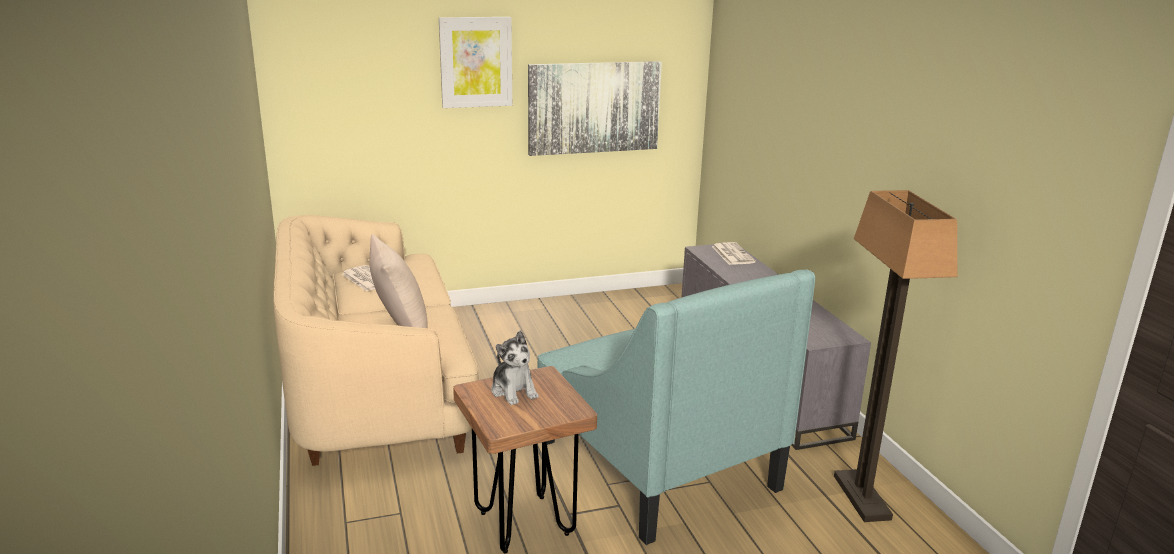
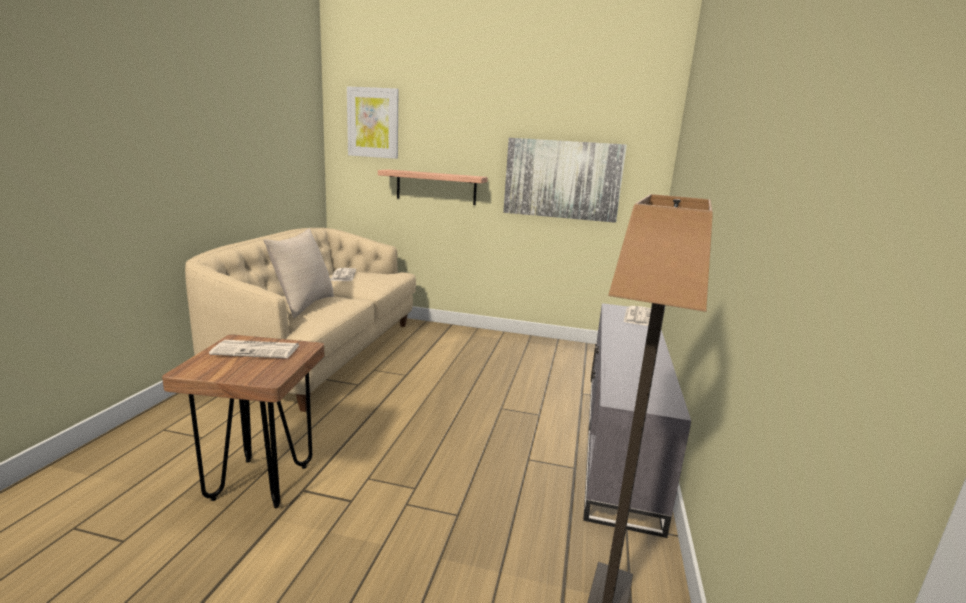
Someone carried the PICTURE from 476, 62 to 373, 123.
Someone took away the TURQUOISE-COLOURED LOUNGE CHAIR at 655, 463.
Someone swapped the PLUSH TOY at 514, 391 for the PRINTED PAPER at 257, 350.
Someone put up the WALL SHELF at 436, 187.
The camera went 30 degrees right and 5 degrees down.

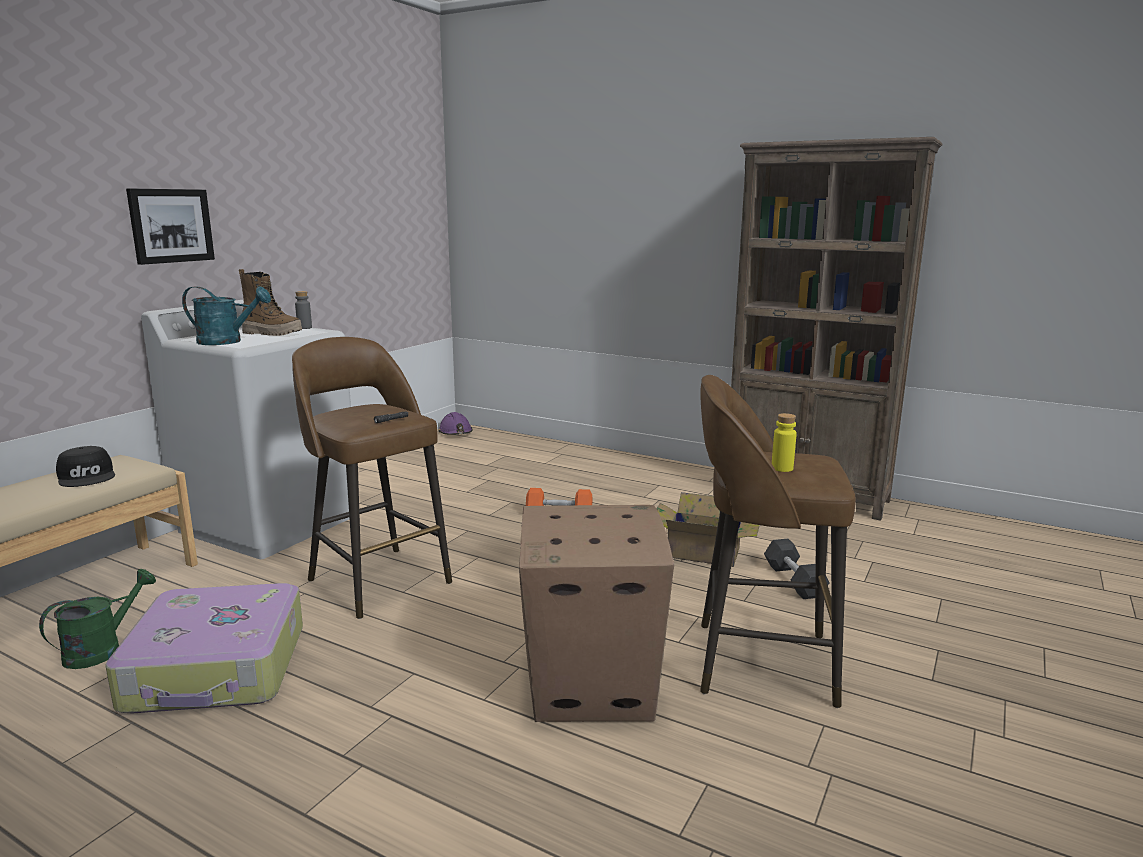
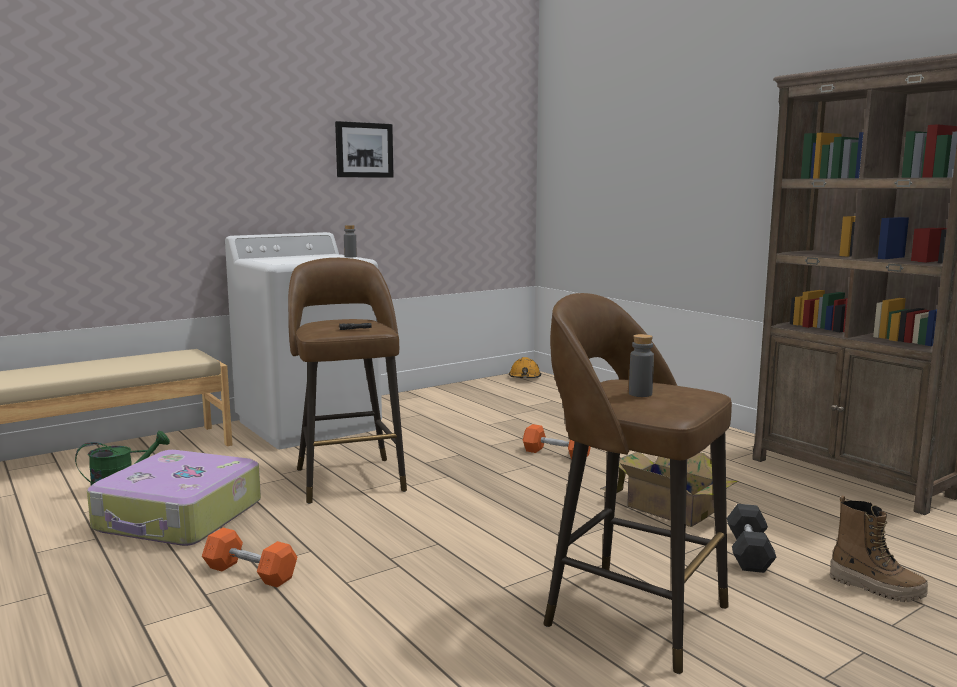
Someone carried the PICTURE from 170, 225 to 364, 150.
Someone carried the BOOT from 272, 334 to 876, 588.
Someone took away the TURQUOISE-COLOURED WATERING POT at 227, 342.
Someone repainted the PURPLISH SAFETY HELMET at 456, 433, which became the ORANGE-COLOURED SAFETY HELMET at 525, 377.
Someone repainted the YELLOWISH DRINK BOTTLE at 782, 468, which became the GREYISH DRINK BOTTLE at 640, 394.
Someone took away the BLACK PEAKED CAP at 87, 476.
Someone took away the PACKING BOX at 588, 685.
Someone put down the ORANGE-COLOURED FREE WEIGHT at 250, 573.
The camera went 25 degrees right and 5 degrees down.

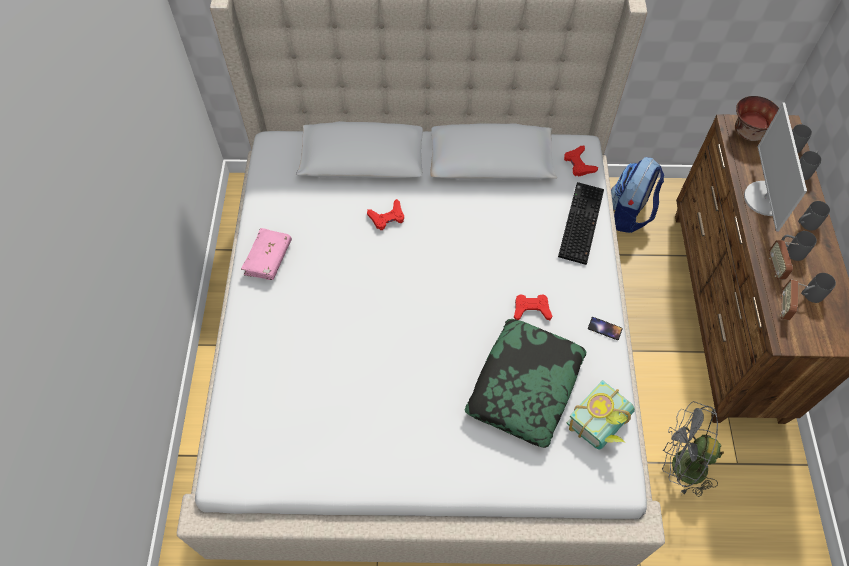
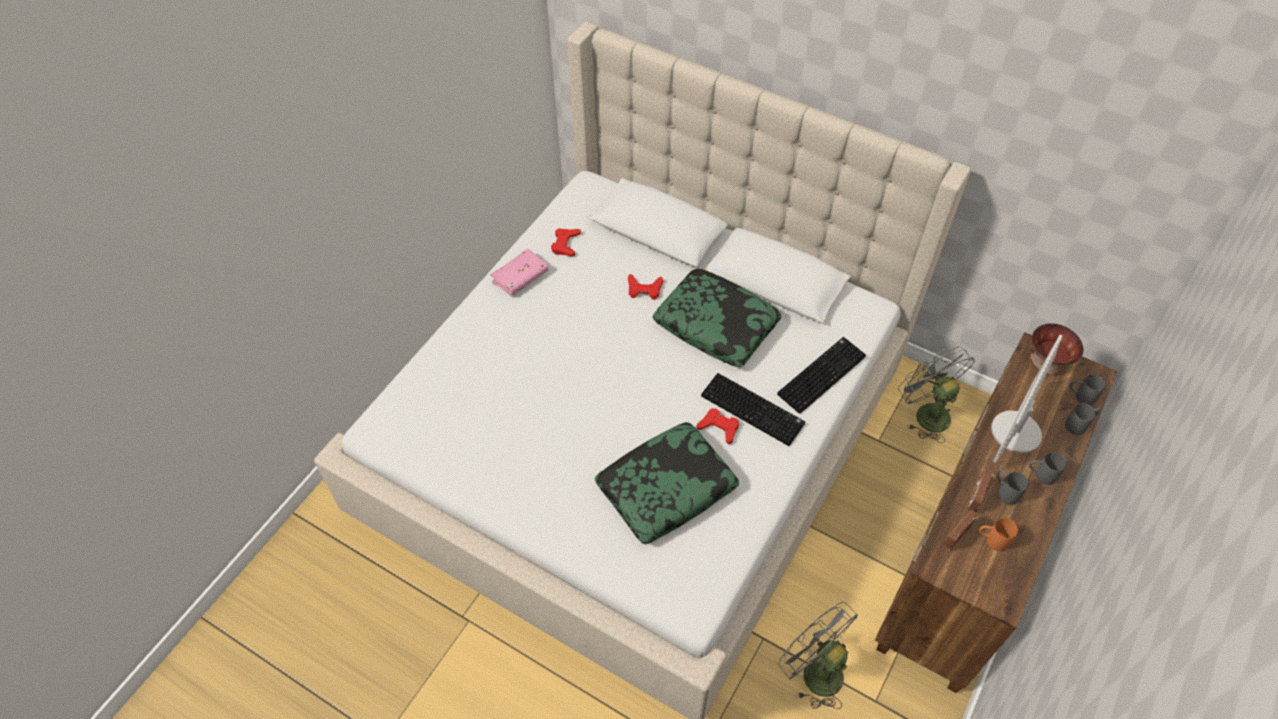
Someone carried the REDDISH GAME CONTROLLER from 579, 164 to 565, 244.
Someone swapped the BACKPACK at 629, 214 for the GREYISH ELECTRIC FAN at 926, 412.
Someone repainted the GREYISH COFFEE MUG at 809, 295, which became the ORANGE-COLOURED COFFEE MUG at 991, 540.
Someone took away the TELEPHONE at 605, 328.
Someone took away the VOLUME at 603, 425.
Someone put down the PILLOW at 716, 324.
Someone put down the PC KEYBOARD at 754, 409.
The camera went 30 degrees right and 5 degrees down.

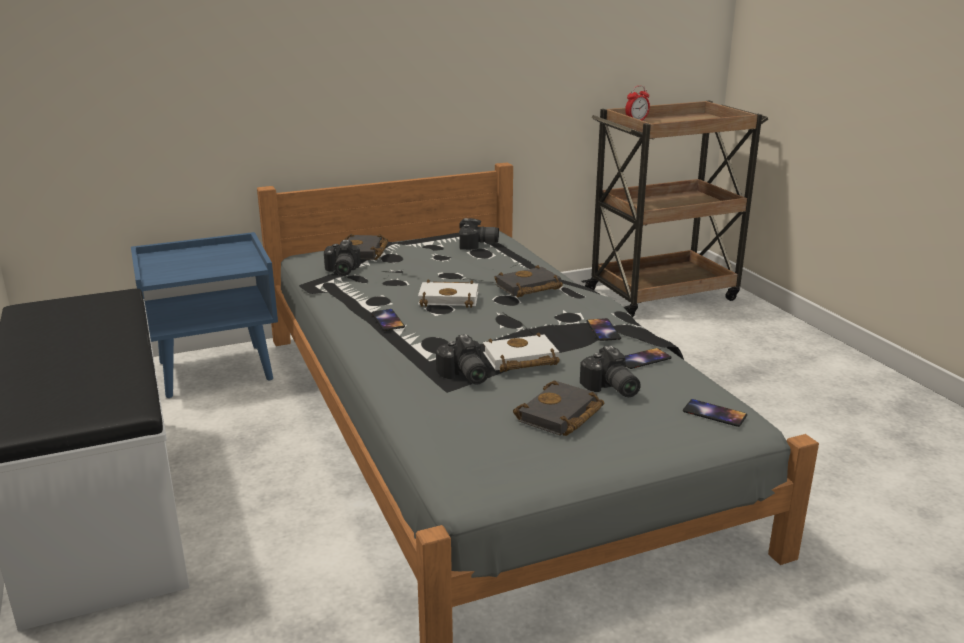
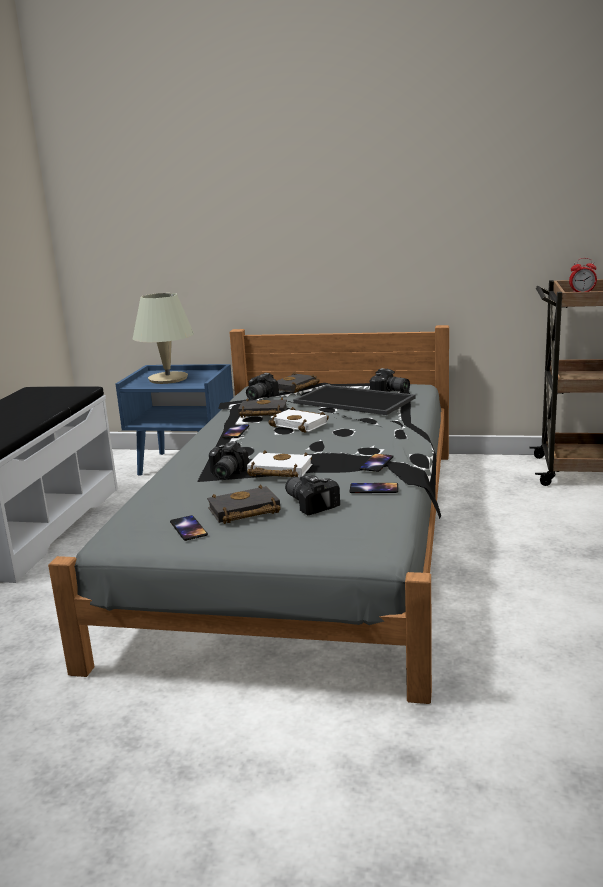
Someone carried the BLACK VOLUME from 527, 288 to 261, 413.
Someone rotated the PHOTO CAMERA at 610, 389 by 135 degrees clockwise.
Someone carried the TELEPHONE from 714, 413 to 188, 528.
Someone put down the SAND-COLOURED TABLETOP LAMP at 168, 379.
Someone put down the SERVING TRAY at 356, 400.
The camera went 35 degrees right and 5 degrees down.

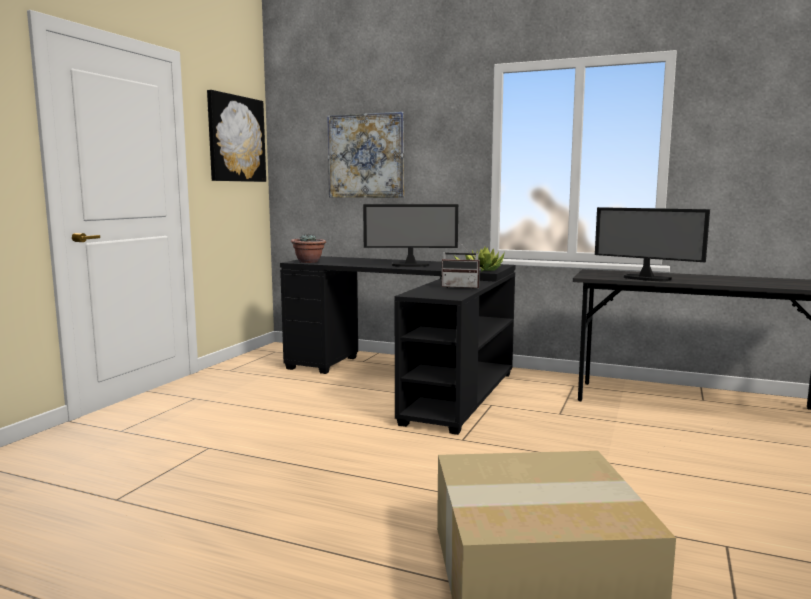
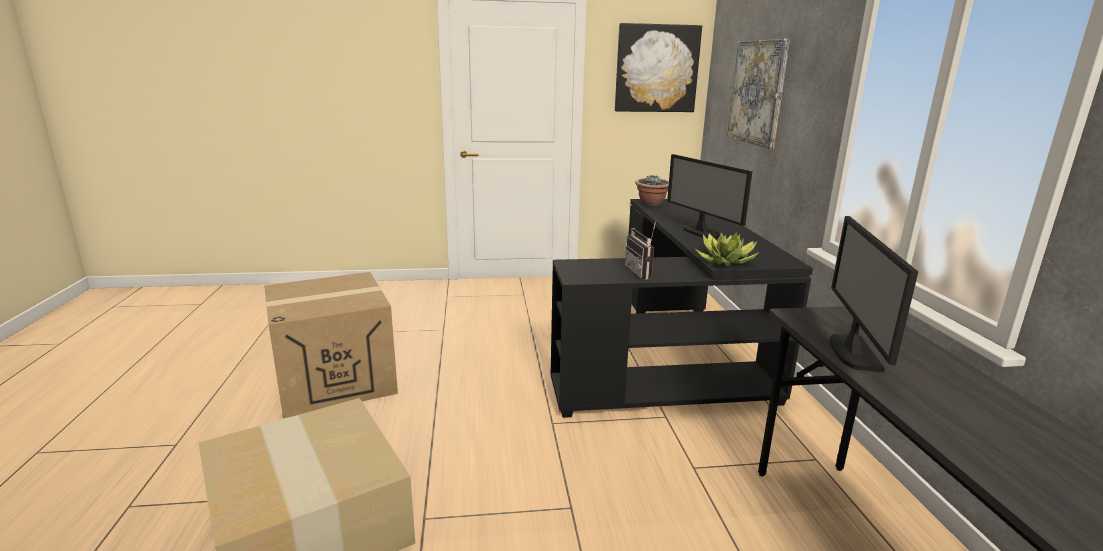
Someone put down the PACKING BOX at 335, 380.
The camera went 60 degrees right and 10 degrees up.

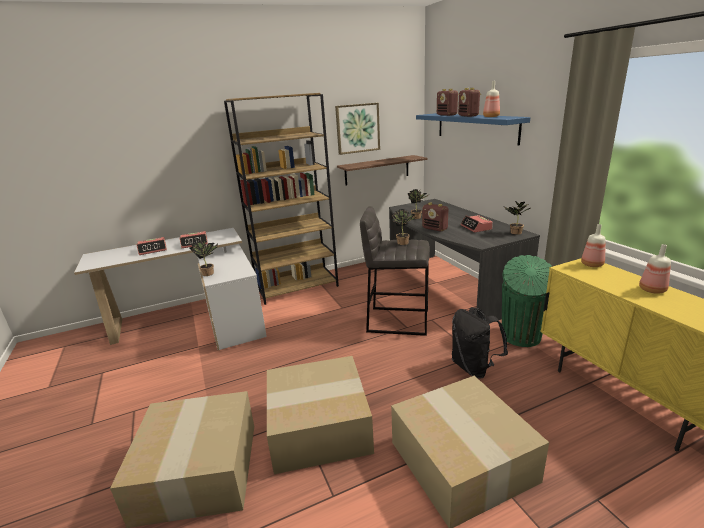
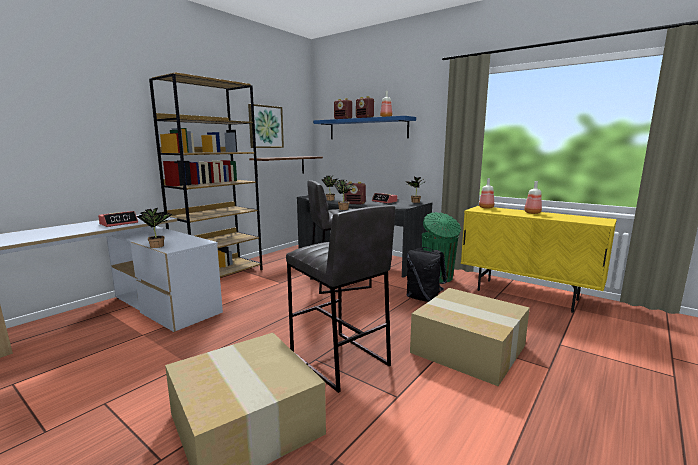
Someone took away the TABLE CLOCK at 153, 250.
Someone swapped the PACKING BOX at 317, 428 for the GREYISH STOOL SEAT at 339, 360.
The camera went 30 degrees left and 10 degrees down.

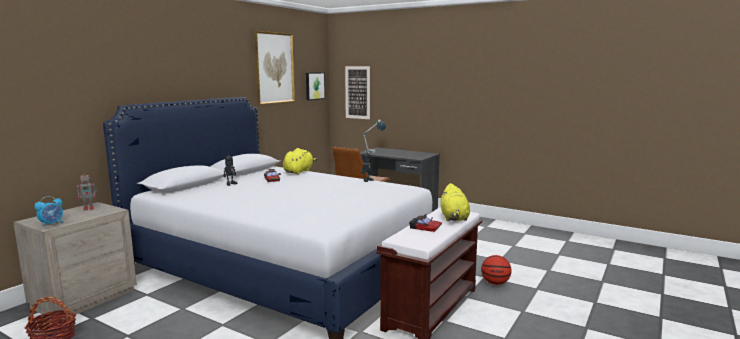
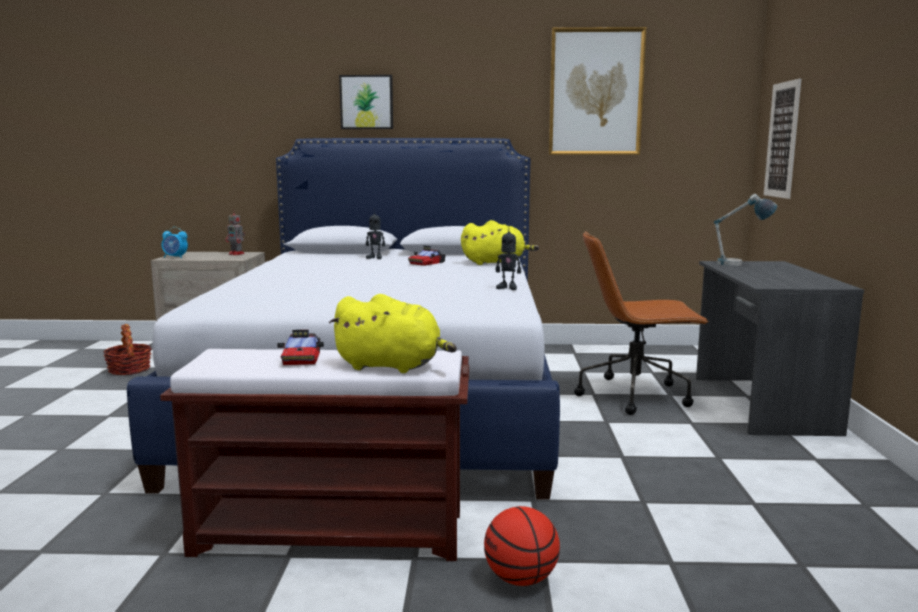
Someone carried the PICTURE from 314, 86 to 367, 102.
Someone rotated the YELLOWISH PLUSH TOY at 454, 218 by 135 degrees counterclockwise.
The camera went 60 degrees right and 0 degrees up.

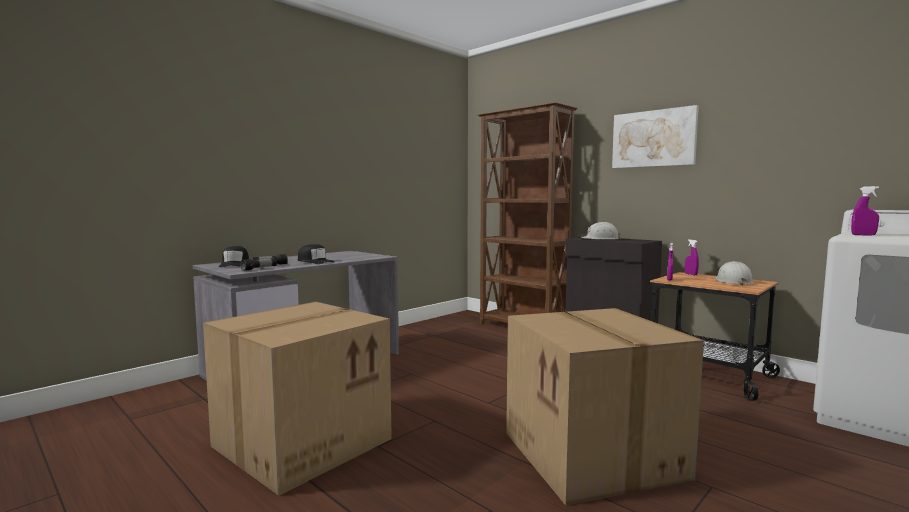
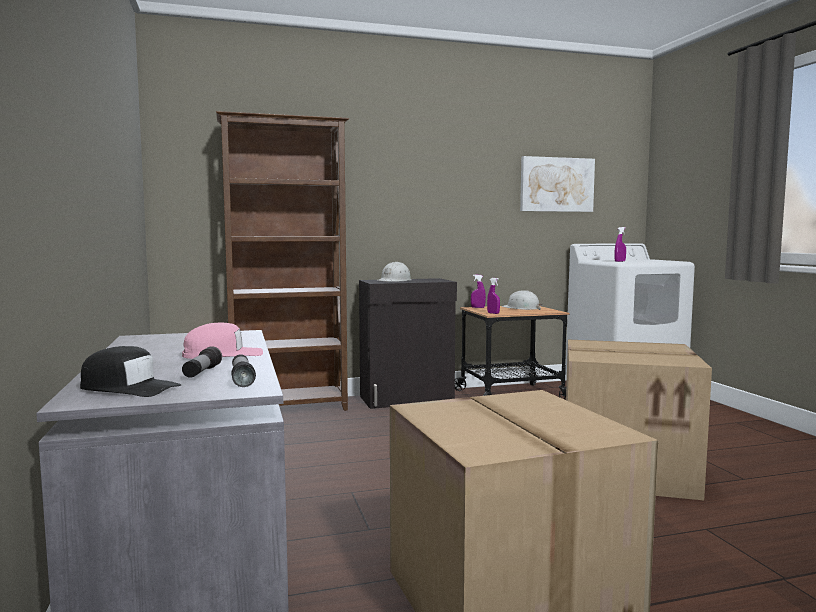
Someone carried the PICTURE from 653, 139 to 556, 184.
Someone repainted the BLACK PEAKED CAP at 315, 261, which became the PINKISH PEAKED CAP at 223, 355.
The camera went 60 degrees left and 0 degrees up.

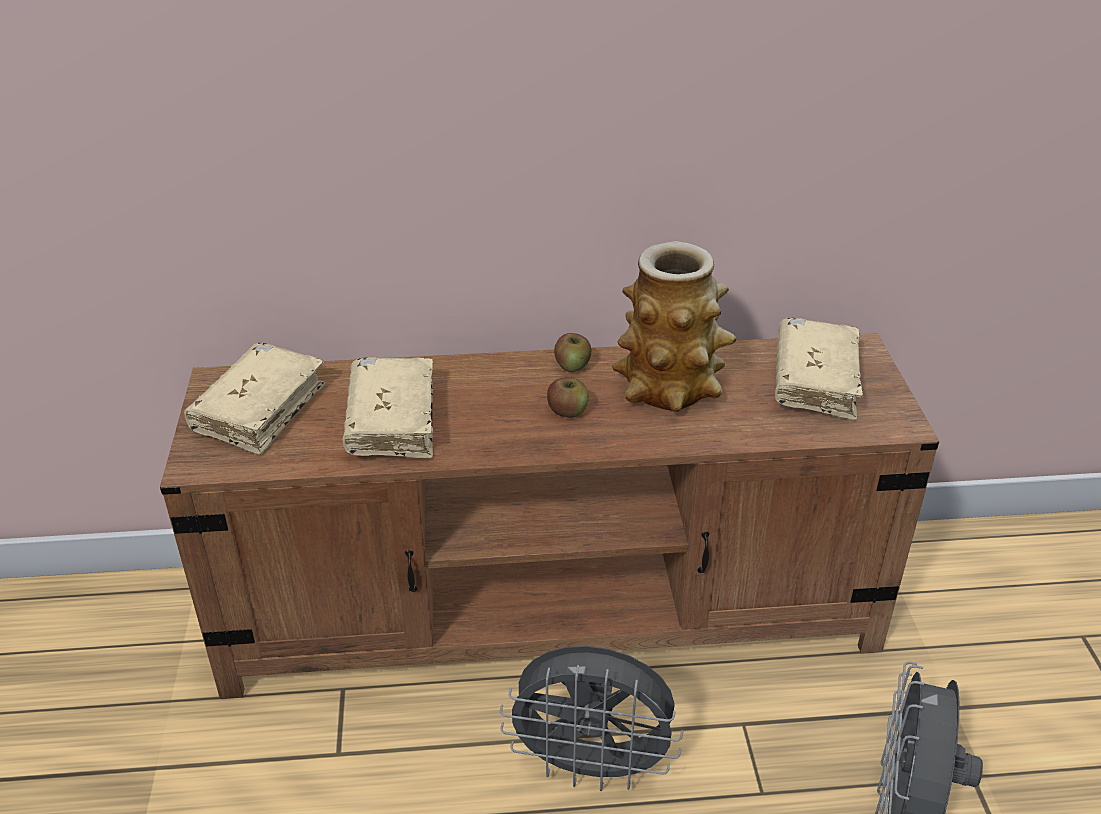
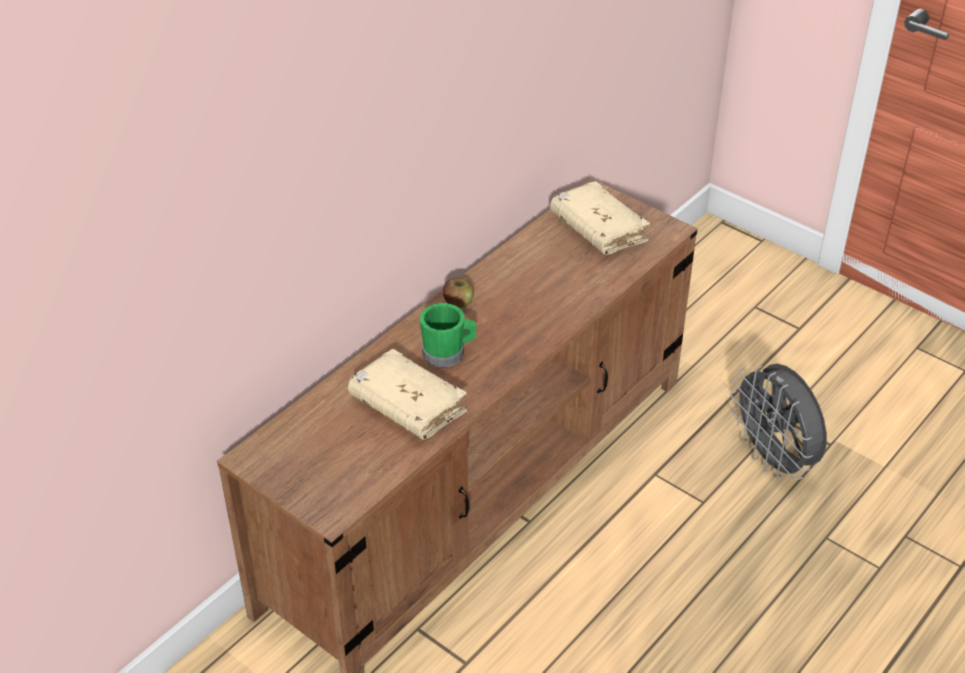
Someone took away the FLOWER VASE at 670, 387.
Someone took away the SAND-COLOURED VOLUME at 260, 410.
Someone took away the APPLE at 567, 411.
Someone took away the GREYISH ELECTRIC FAN at 592, 767.
Someone put down the GREENISH COFFEE MUG at 448, 353.
The camera went 45 degrees left and 5 degrees up.

